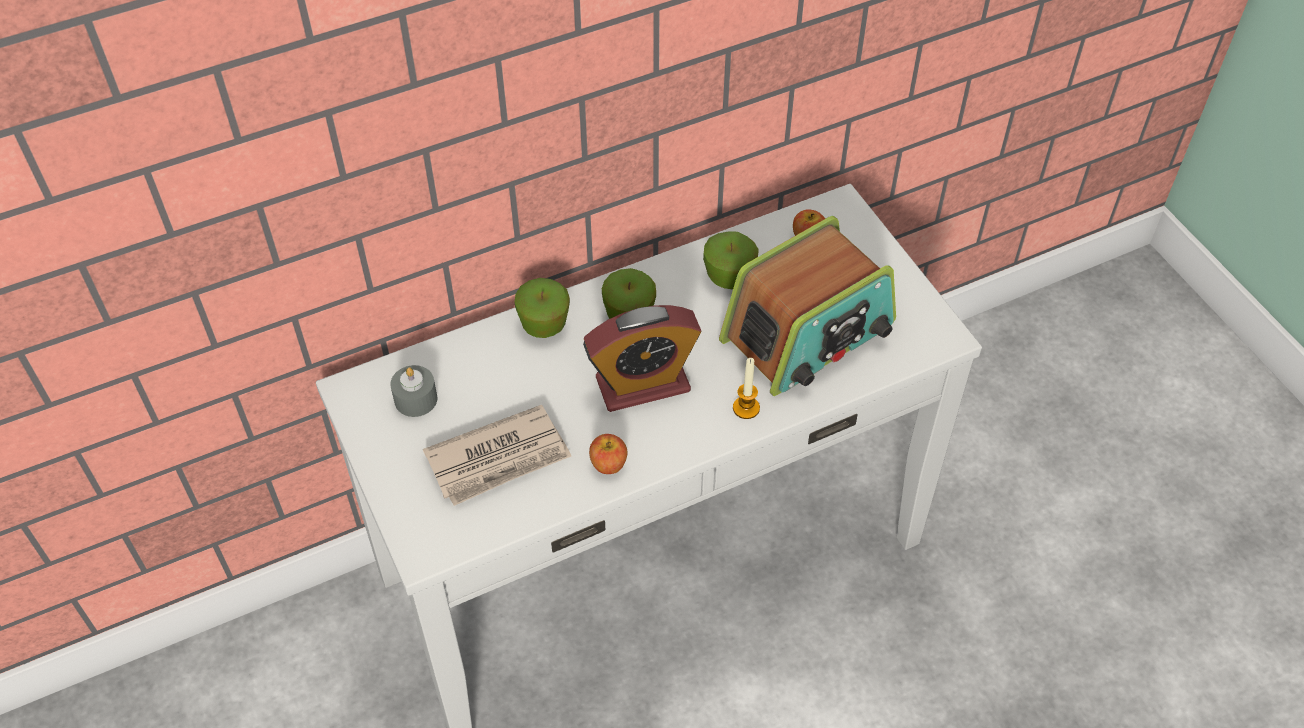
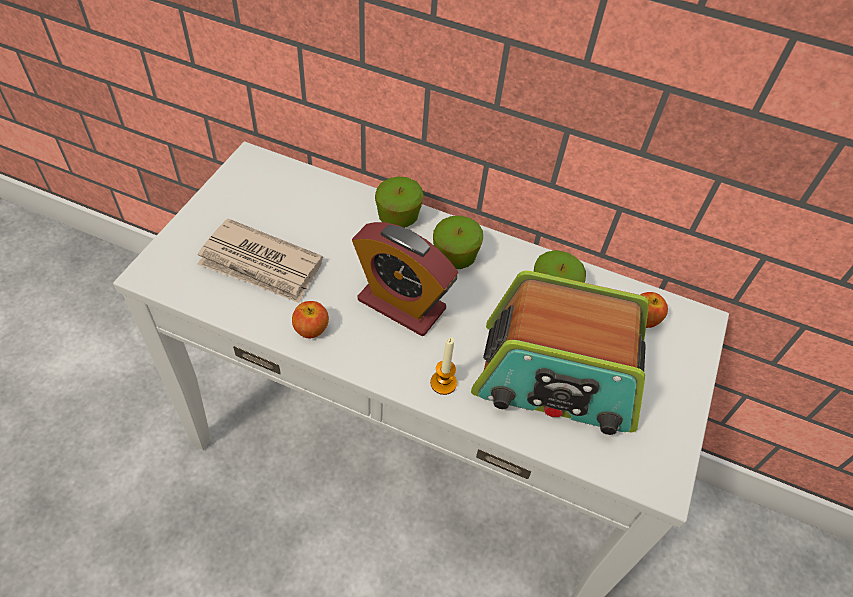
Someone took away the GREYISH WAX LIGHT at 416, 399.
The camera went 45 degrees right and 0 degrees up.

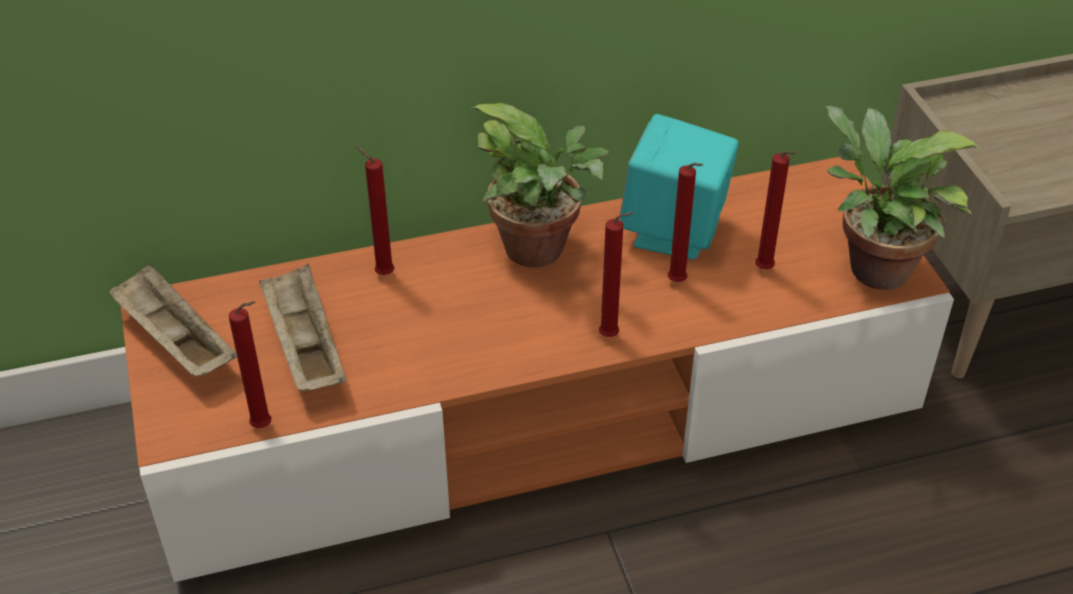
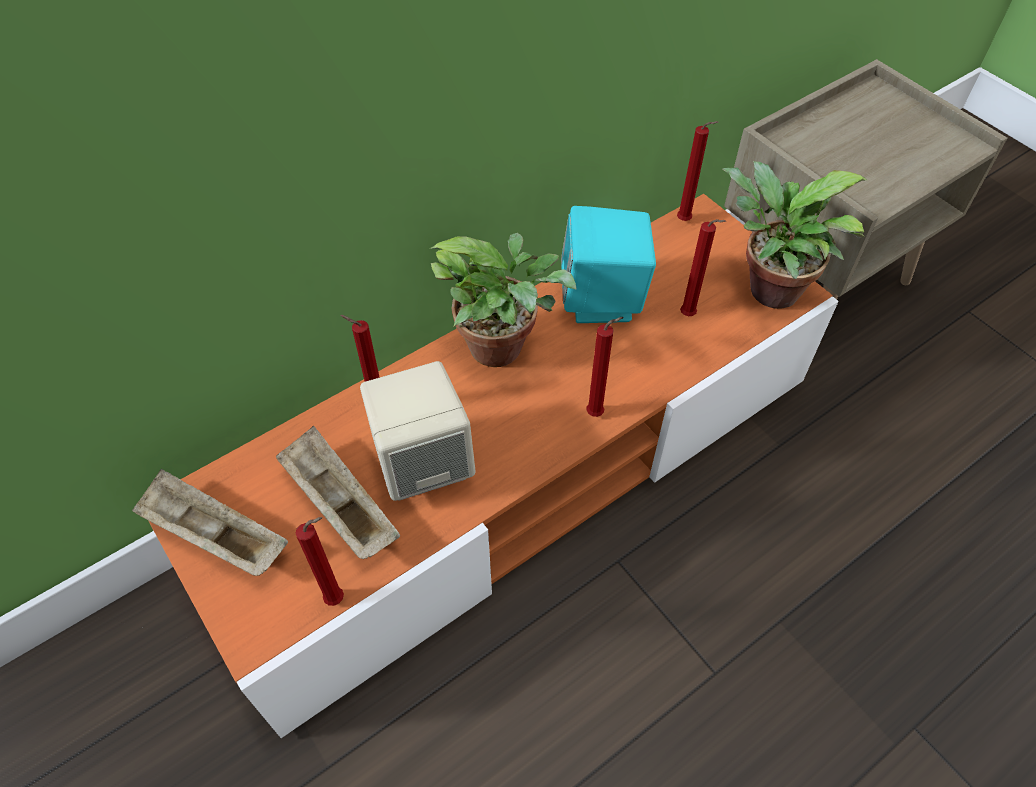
Someone carried the REDDISH WAX LIGHT from 679, 283 to 686, 221.
Someone put down the SAND-COLOURED LOUDSPEAKER at 423, 463.
The camera went 20 degrees left and 10 degrees up.

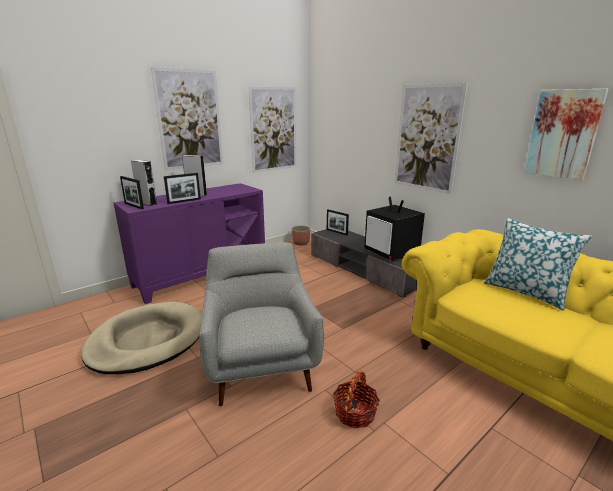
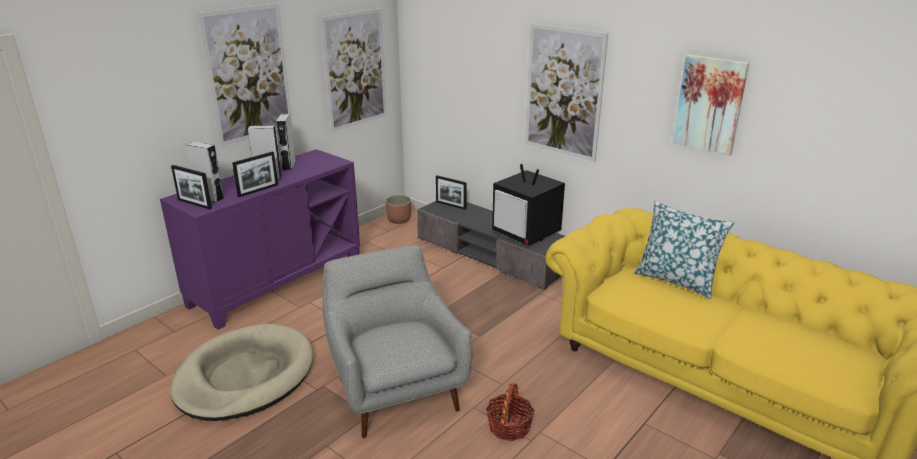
Someone put down the GREYISH LOUDSPEAKER at 288, 166.
The camera went 10 degrees left and 5 degrees up.

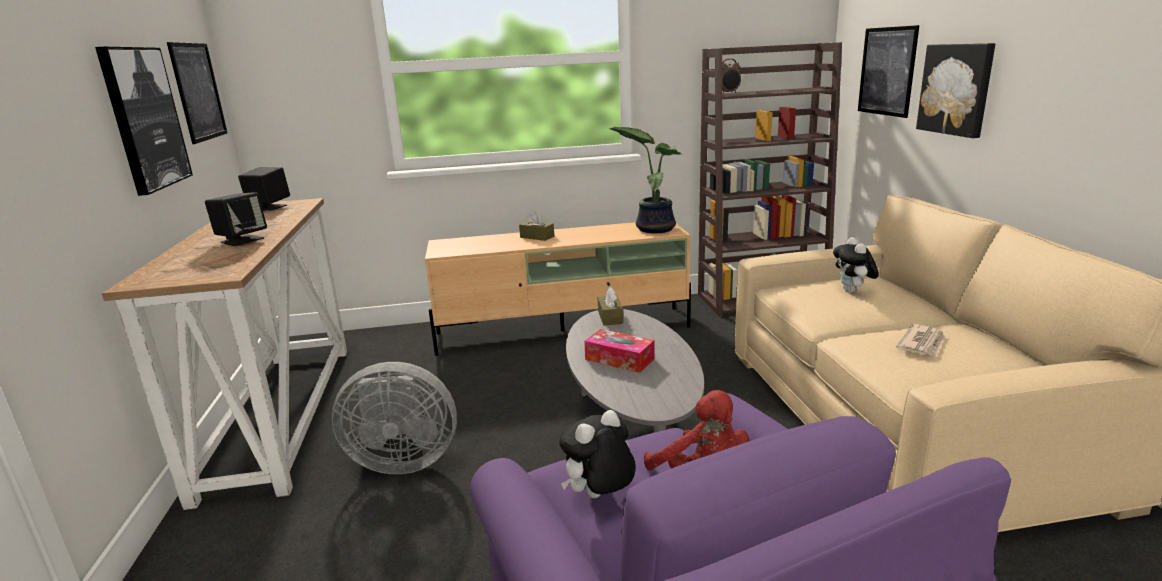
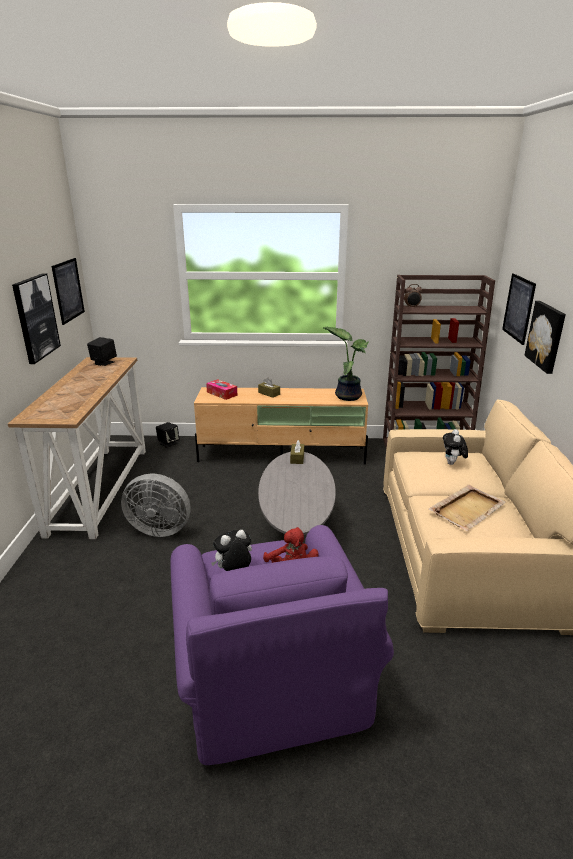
Someone carried the BLACK LOUDSPEAKER from 242, 240 to 168, 443.
Someone swapped the PRINTED PAPER at 922, 343 for the SAND-COLOURED SERVING TRAY at 467, 509.
Someone carried the TISSUE HOLDER from 619, 359 to 222, 394.
The camera went 10 degrees right and 5 degrees up.

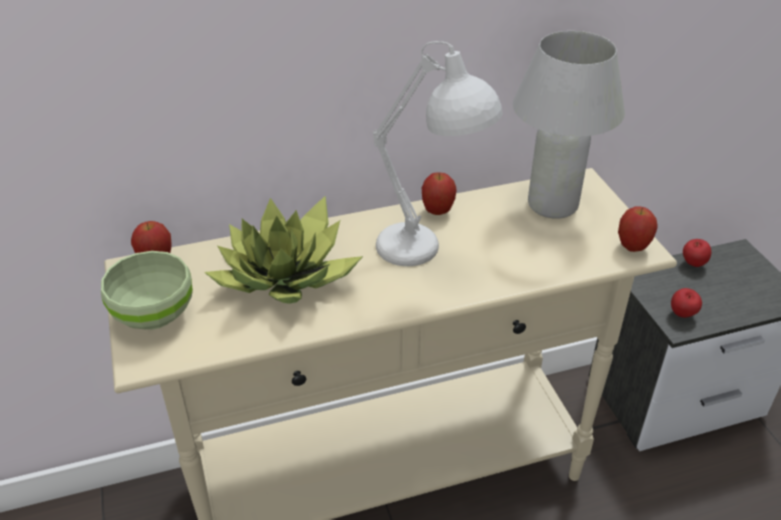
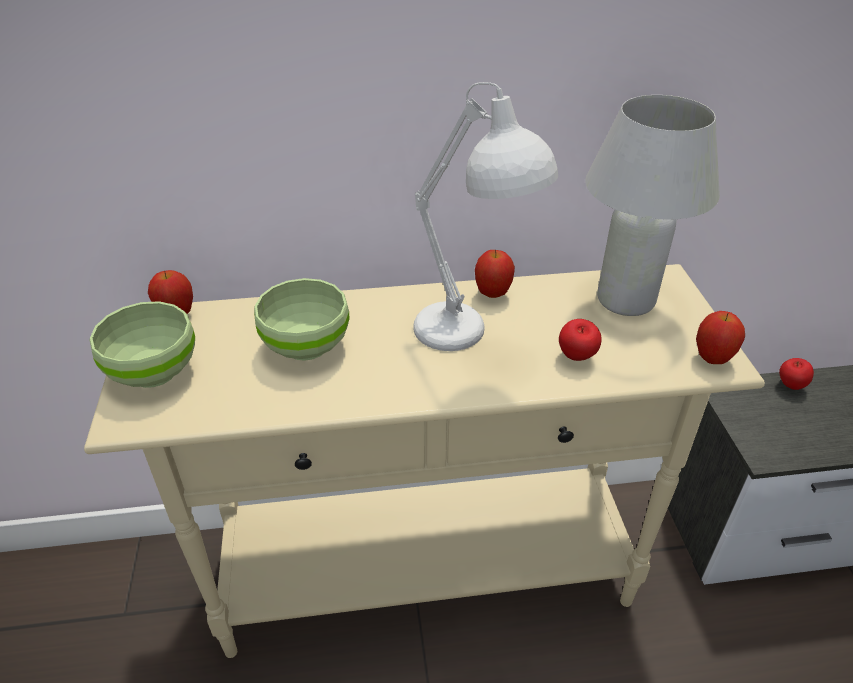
Someone swapped the PLANT IN A POT at 287, 276 for the GREENISH BOWL at 308, 346.
Someone carried the APPLE from 682, 315 to 576, 358.
The camera went 10 degrees right and 0 degrees up.

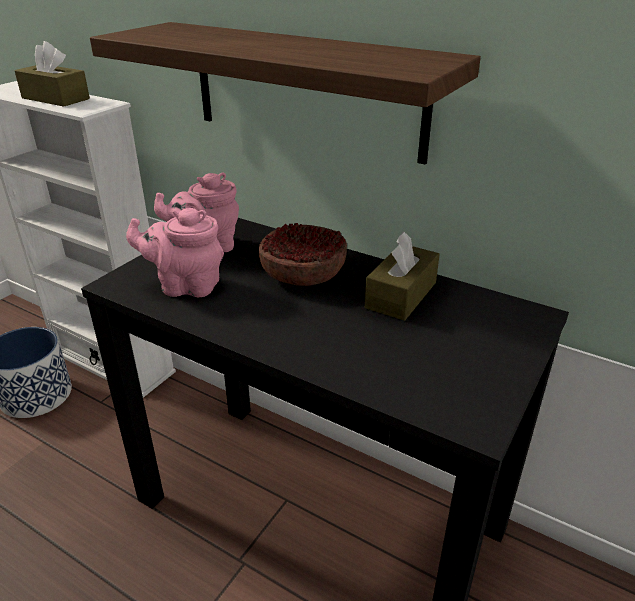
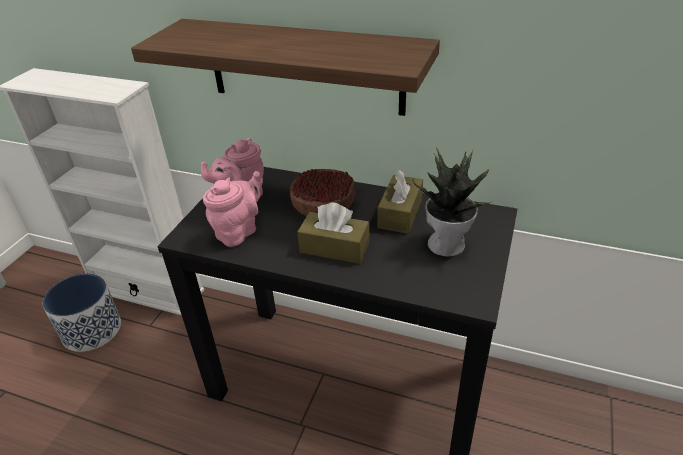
Someone carried the BROWNISH TISSUE HOLDER from 55, 98 to 334, 248.
Someone rotated the PINKISH TEAPOT at 186, 286 by 135 degrees clockwise.
Someone put down the PLANT IN A POT at 448, 244.
The camera went 10 degrees left and 5 degrees up.

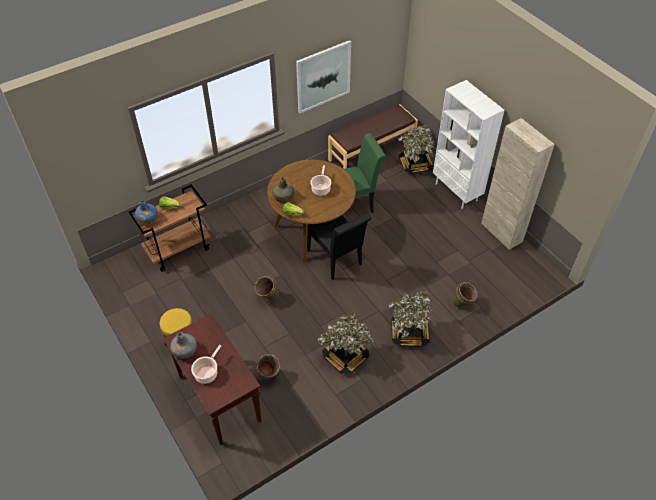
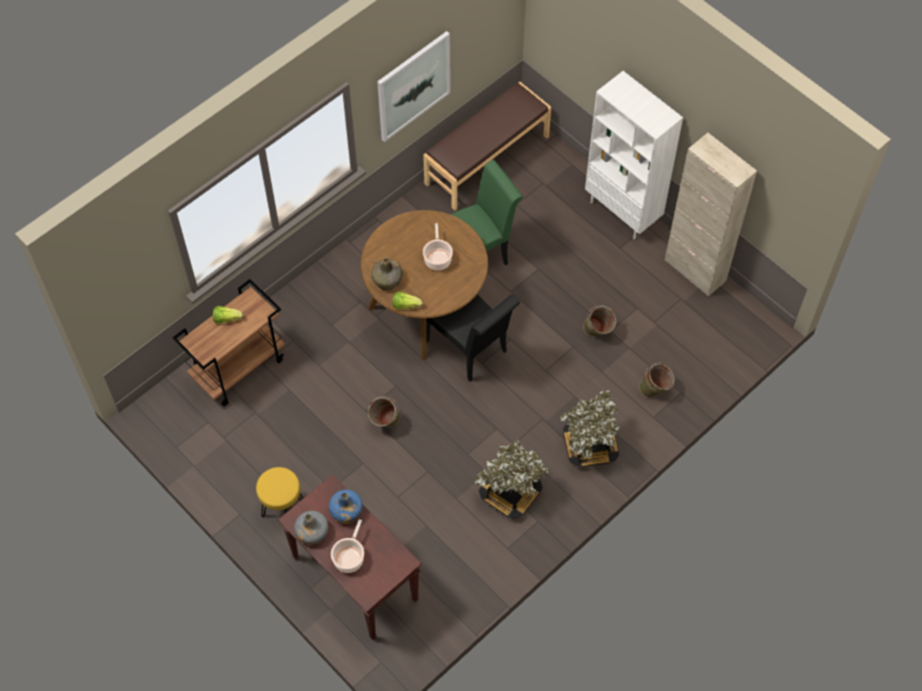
Someone took away the PLANT IN A POT at 415, 165.
Someone carried the BLUISH DRINK BOTTLE from 147, 219 to 346, 511.
Someone carried the GREENISH BUCKET from 268, 376 to 598, 333.
The camera went 10 degrees left and 10 degrees up.

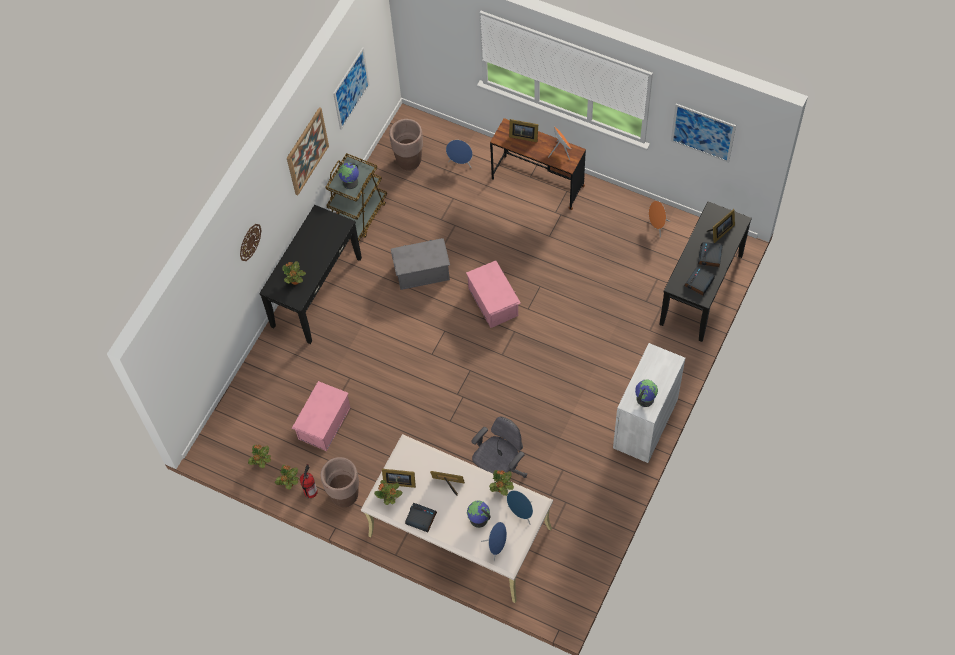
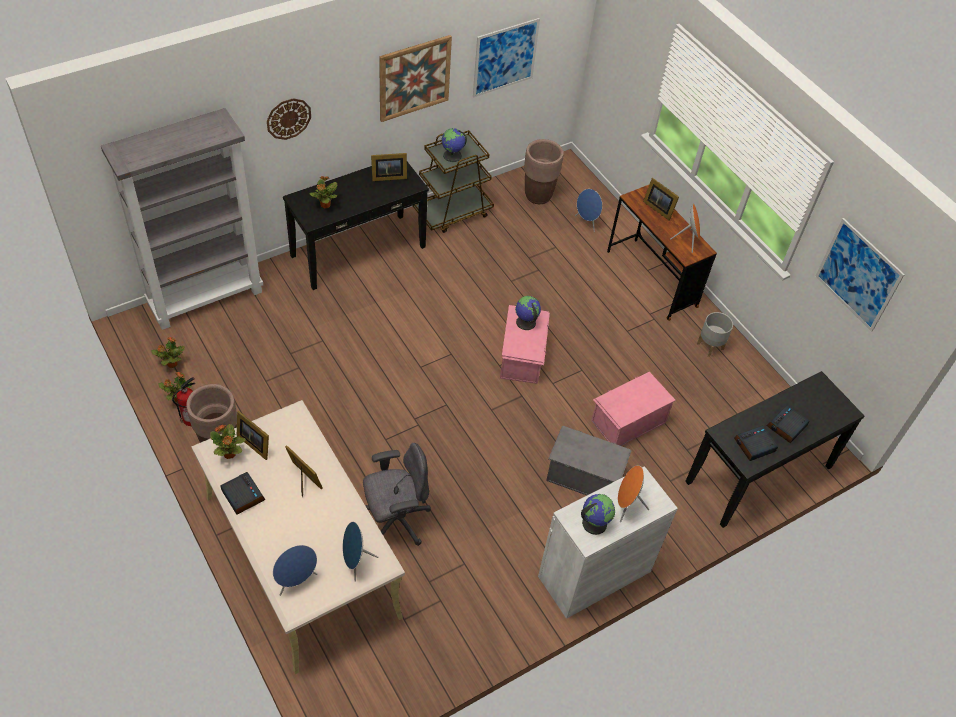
Someone carried the ORANGE-COLOURED LOUDSPEAKER from 657, 226 to 626, 505.
Someone carried the STANDING FRAME from 720, 232 to 387, 176.
Someone carried the GREYISH STORAGE BOX from 421, 271 to 584, 475.
Someone carried the PINKISH STORAGE BOX from 323, 423 to 627, 421.
Someone took away the PLANT IN A POT at 501, 489.
Someone carried the WORLD GLOBE from 478, 519 to 525, 322.
Someone put down the GREYISH SHELVING UNIT at 206, 298.
Someone put down the GREYISH PLANT POT at 710, 346.
The camera went 25 degrees right and 10 degrees down.

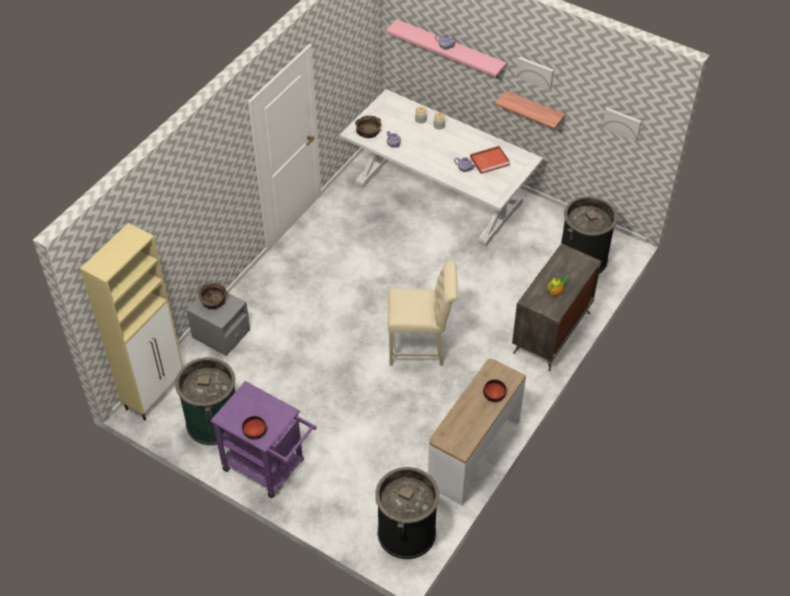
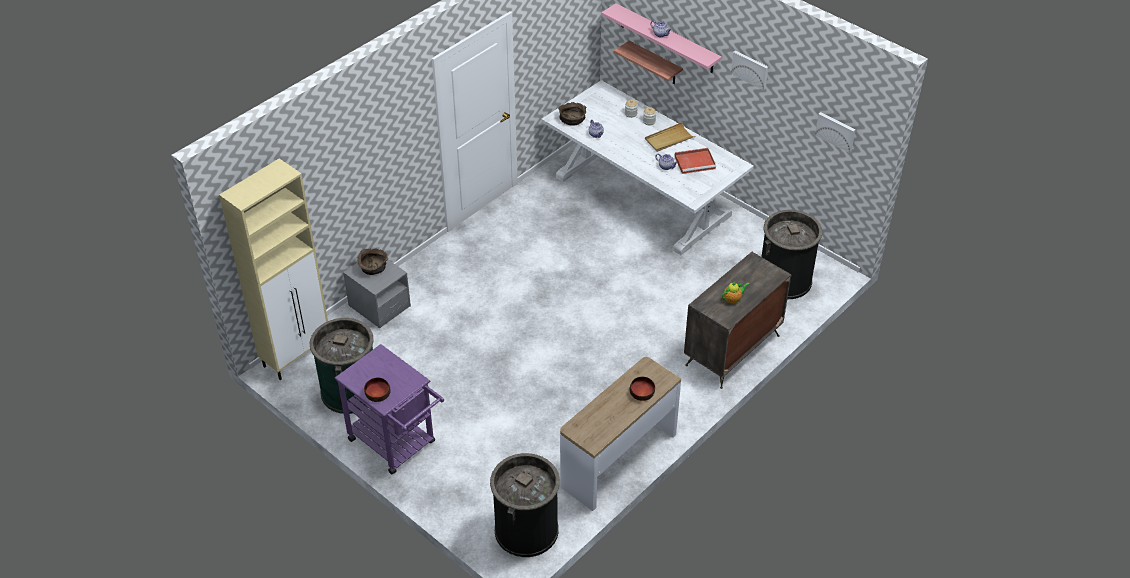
Someone carried the WALL SHELF from 534, 110 to 655, 63.
Someone took away the SAND-COLOURED UPRIGHT CHAIR at 420, 348.
Someone put down the SAND-COLOURED SERVING TRAY at 669, 139.
The camera went 10 degrees right and 5 degrees down.

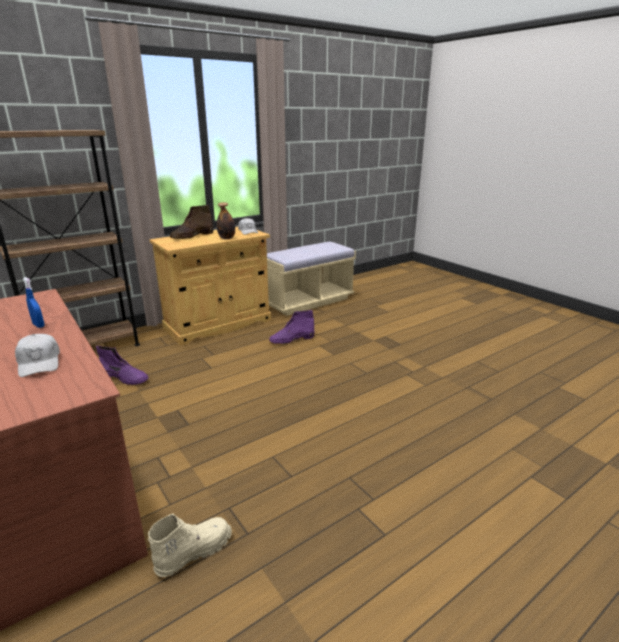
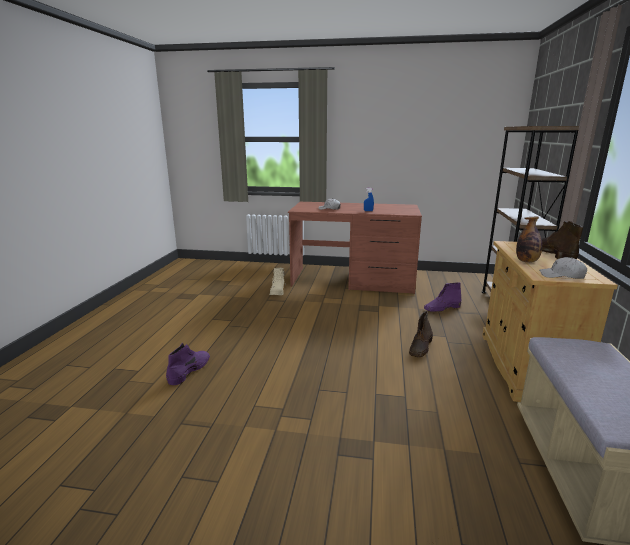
Someone carried the PURPLISH BOOT from 291, 340 to 189, 370.
Someone put down the BROWNISH BOOT at 420, 348.
The camera went 135 degrees right and 5 degrees down.

